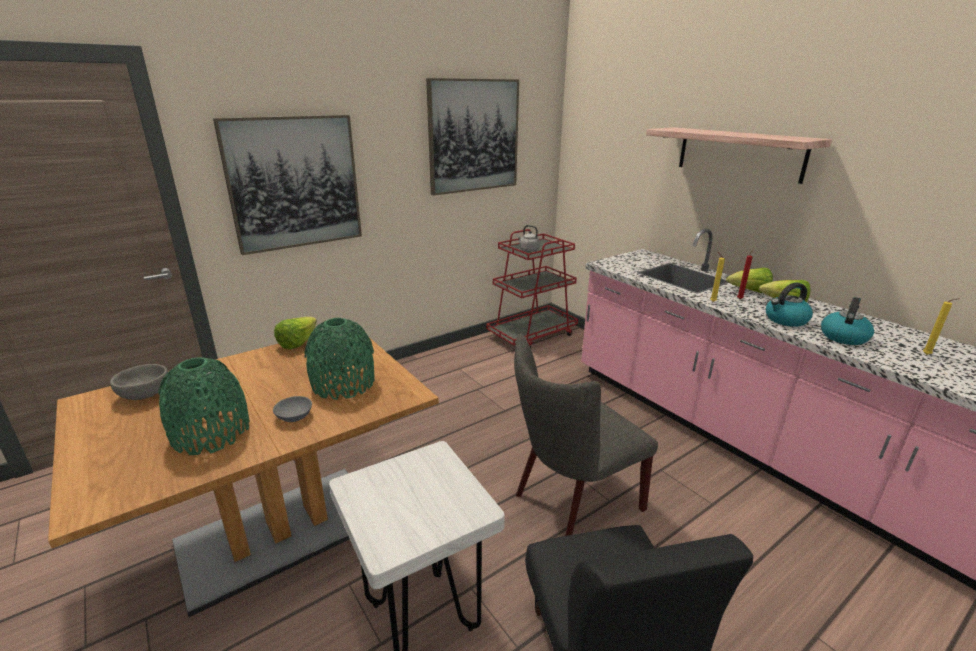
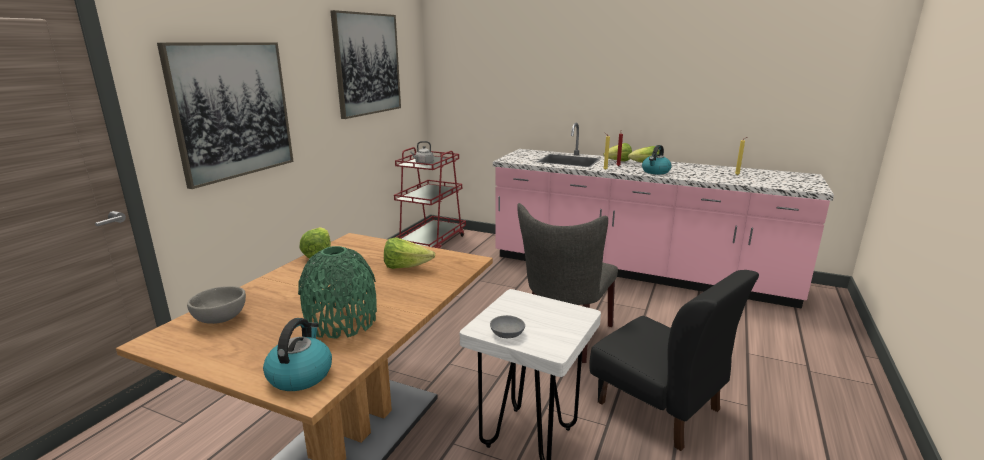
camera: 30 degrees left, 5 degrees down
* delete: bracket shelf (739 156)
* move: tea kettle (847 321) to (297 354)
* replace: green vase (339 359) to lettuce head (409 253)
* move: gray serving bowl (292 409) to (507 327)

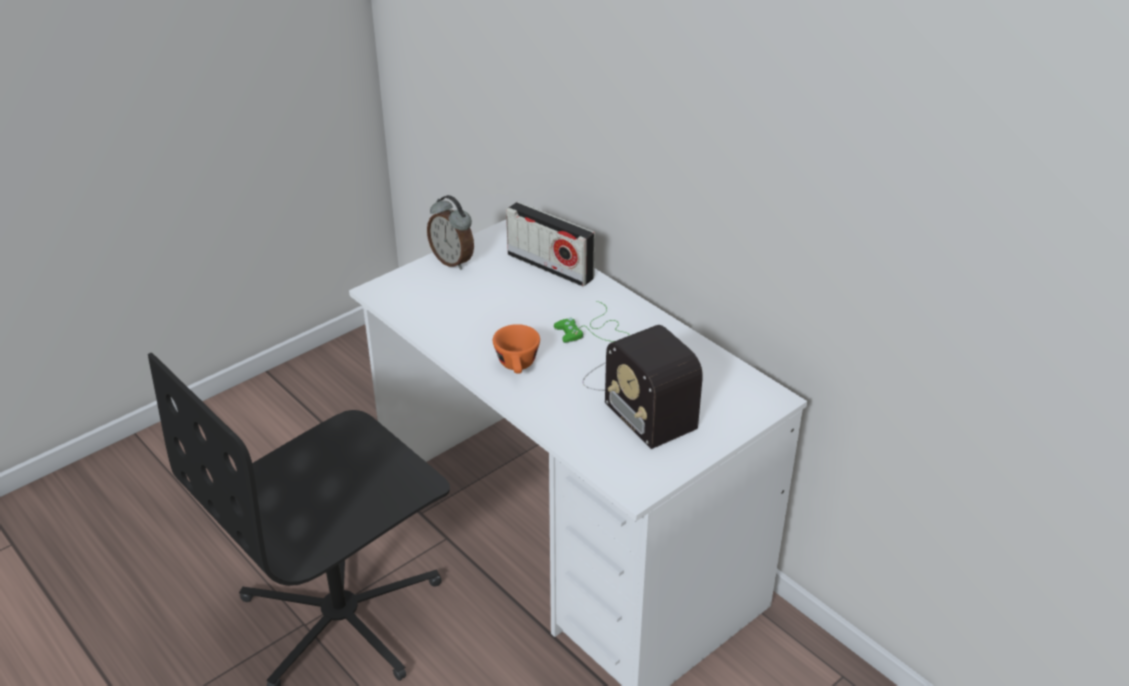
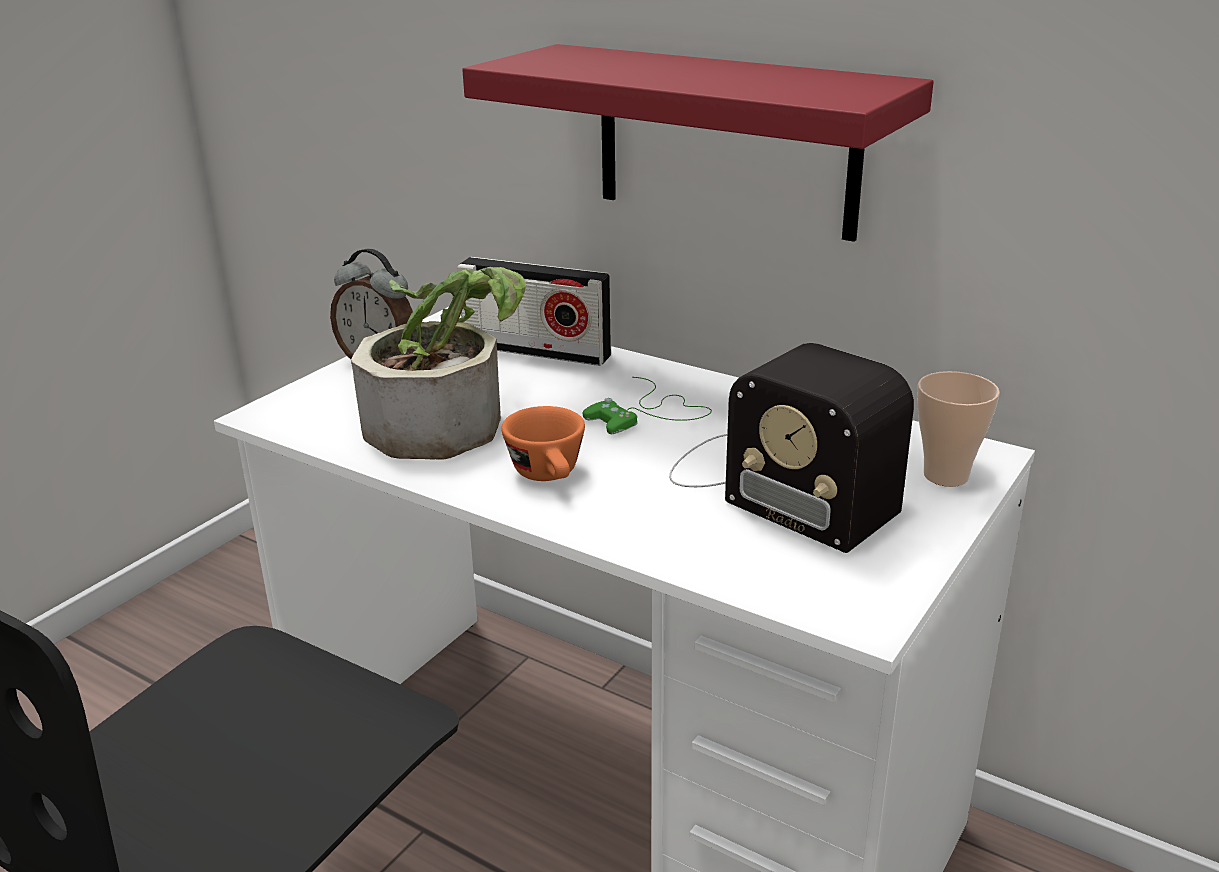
camera: 15 degrees left, 10 degrees down
* insert: reddish bracket shelf (698 143)
* insert: potted plant (438 363)
* insert: small cup (958 429)

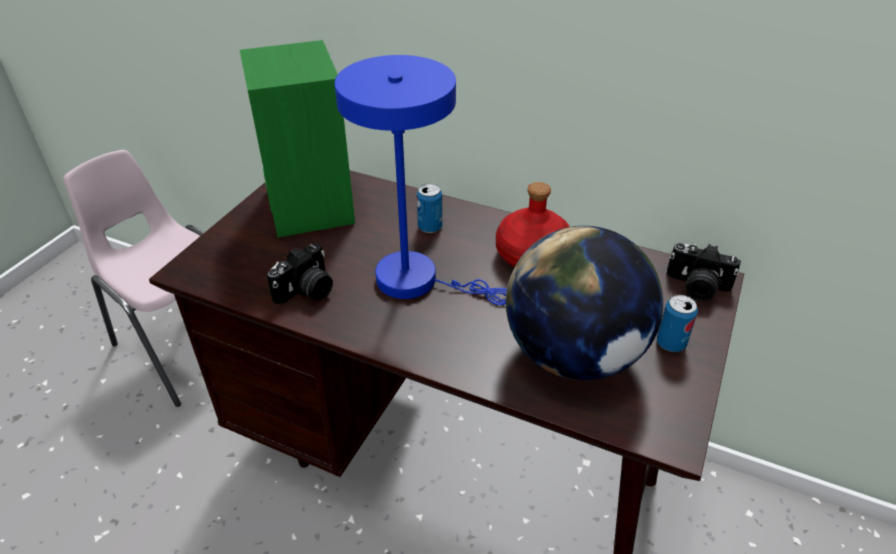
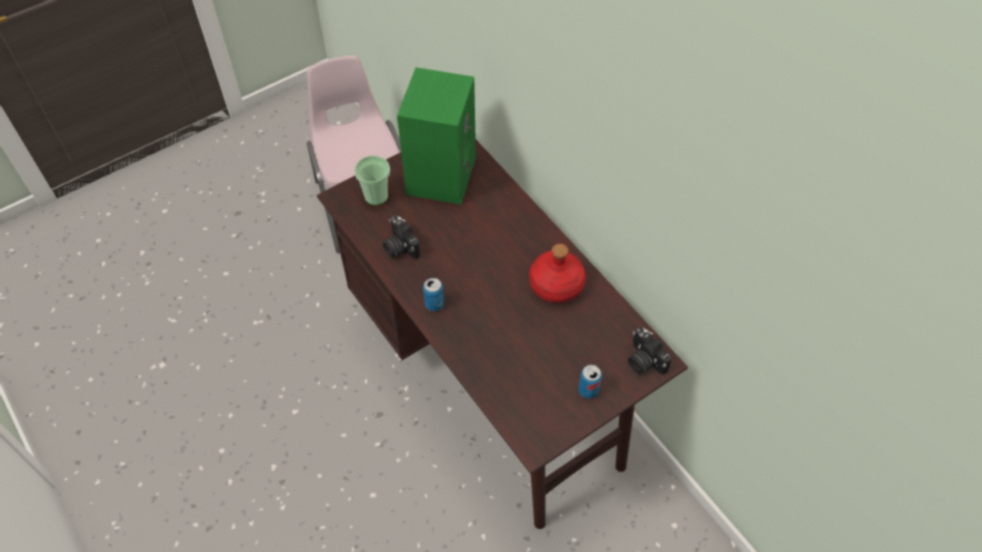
camera: 30 degrees right, 15 degrees up
* delete: bluish tabletop lamp (421 180)
* move: can (429 208) to (433 294)
* delete: globe (584 303)
* rotate: still camera (300 274) = (401 237) 75 degrees clockwise
* insert: small cup (372 180)

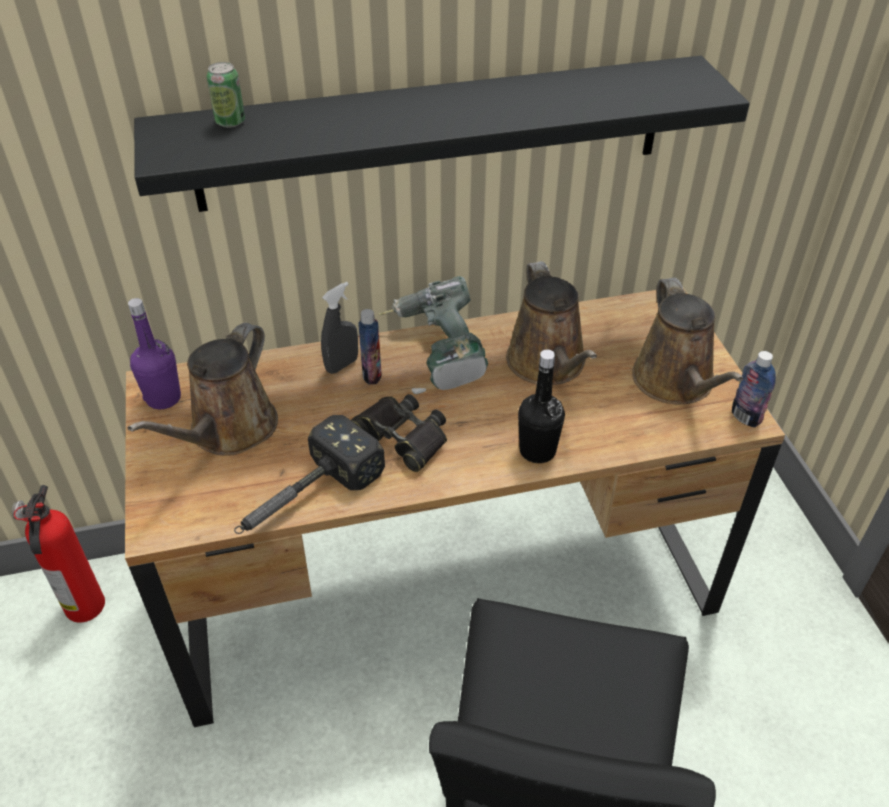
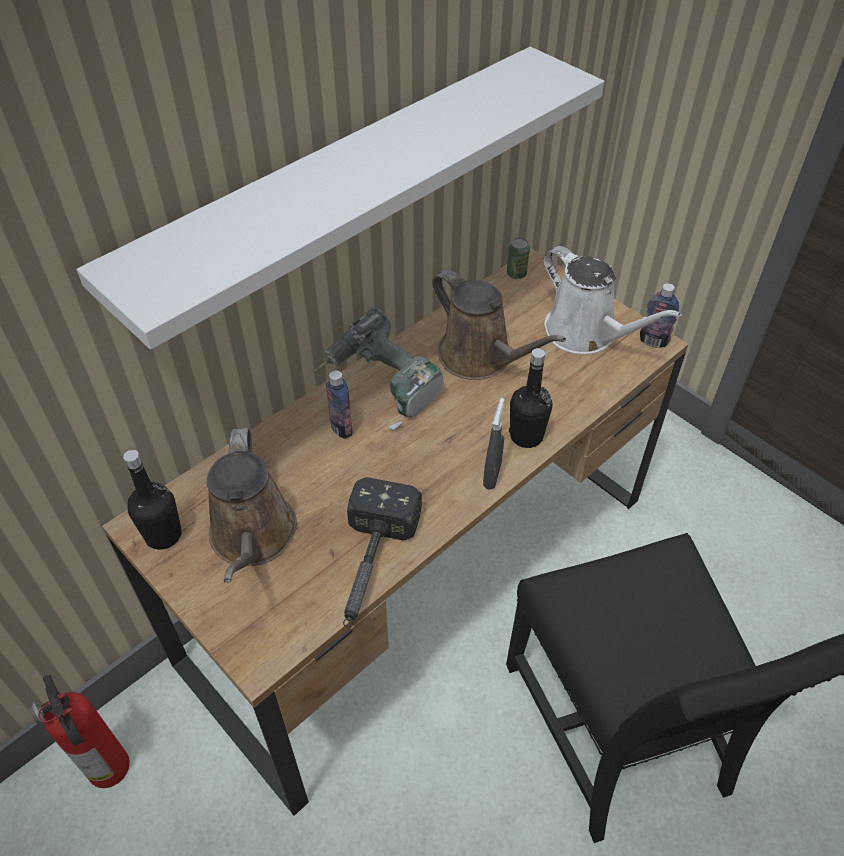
camera: 30 degrees left, 5 degrees up
* recolor: black bracket shelf (442 134) to whitish bracket shelf (340 198)
* move: can (226 95) to (518 258)
* recolor: brown-coloured watering pot (688 340) to whitish watering pot (613 300)
* move: gray hand sprayer (339 328) to (493 443)
* recolor: purple-coloured beverage bottle (154 353) to black beverage bottle (152 500)
* delete: black binoculars (399 433)

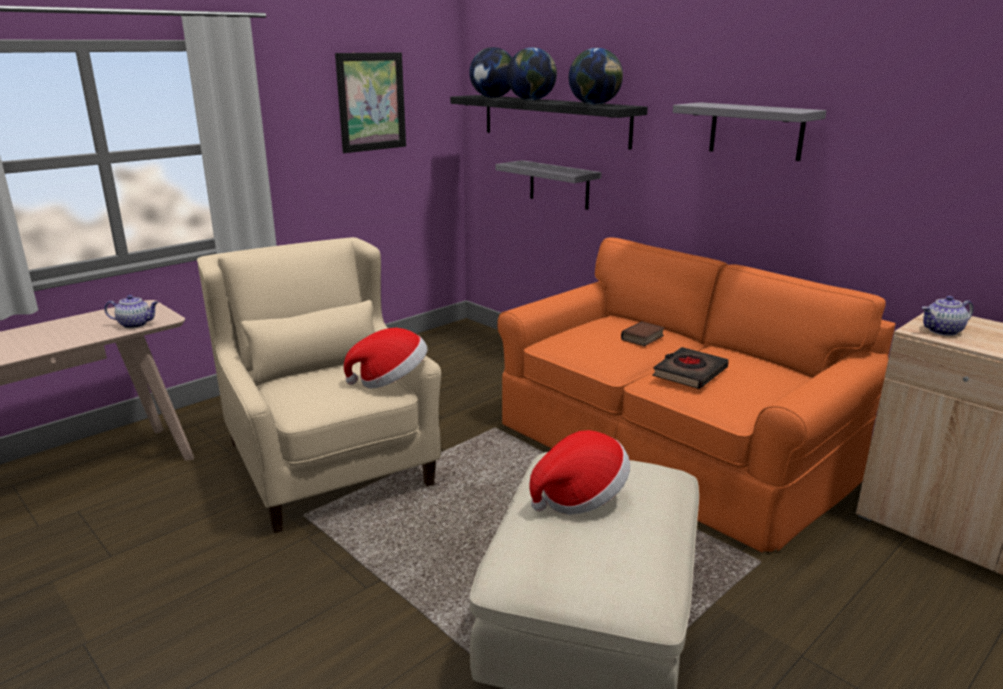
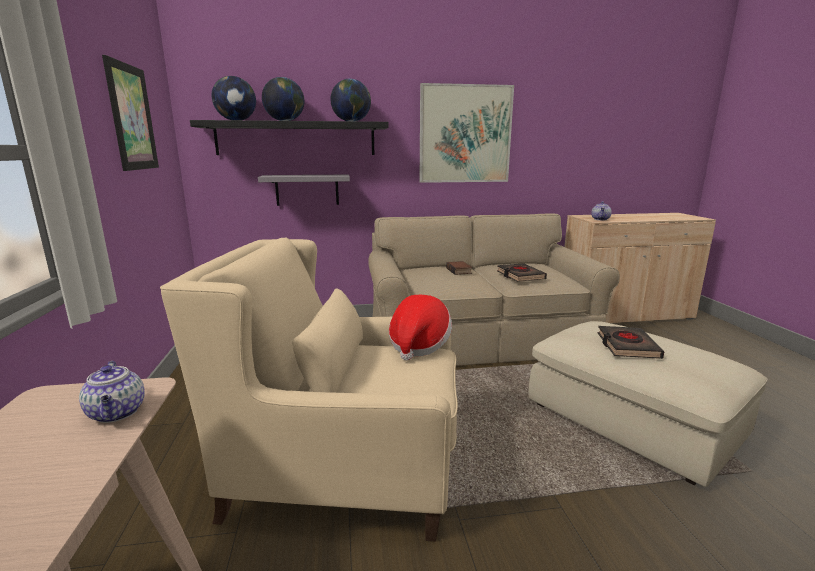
camera: 55 degrees left, 5 degrees down
* replace: gray bracket shelf (749 131) to wall art (466 133)
* recolor: orange couch (696 395) to sand-coloured couch (494 290)
* rotate: pot for tea (131 311) = (112 392) 120 degrees clockwise
* replace: wearable hat (579 472) to black bound book (631 342)

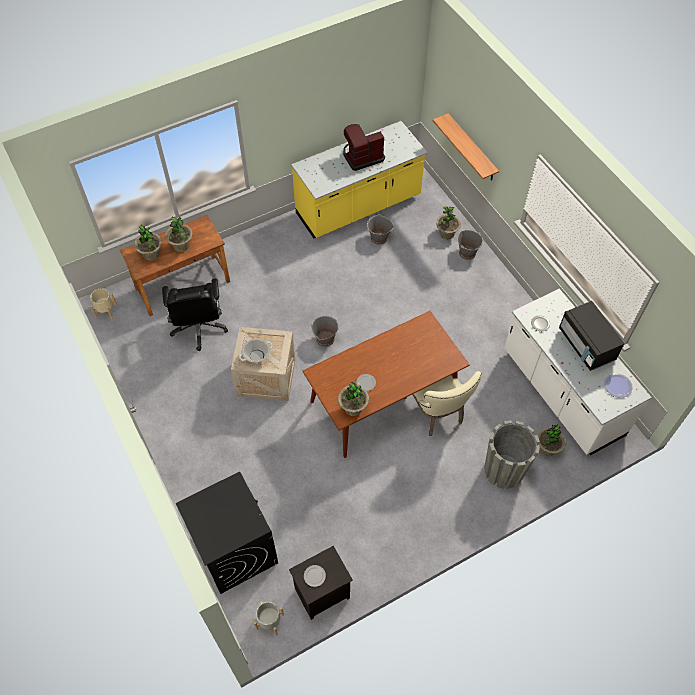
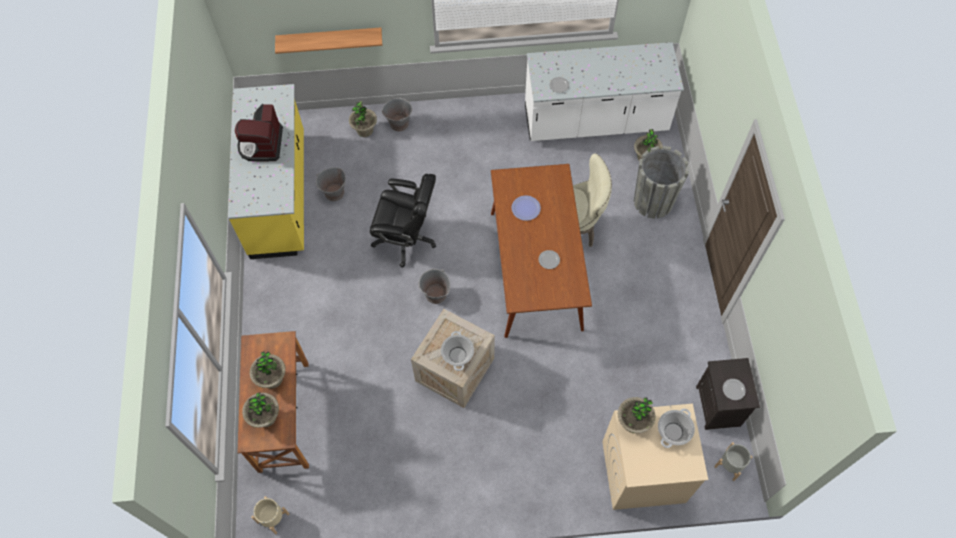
camera: 65 degrees left, 5 degrees up
* move: black office chair (195 315) to (403 220)
* delete: black microwave oven (591 336)
* move: dinner plate (618 385) to (526 208)
* move: potted plant (353 399) to (637 415)
* recolor: black laundry machine (227 533) to sand-coloured laundry machine (655 457)
* insert: stockpot (676 428)

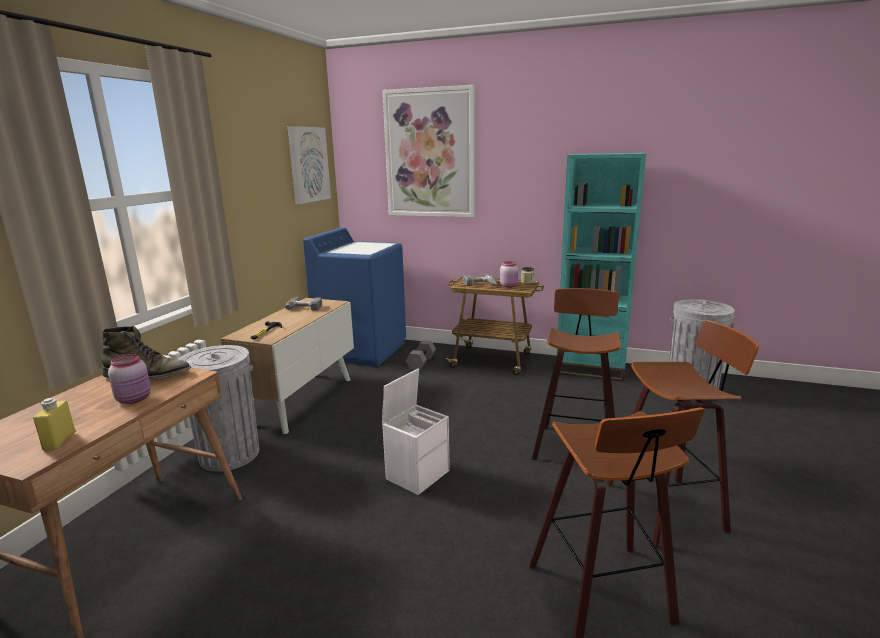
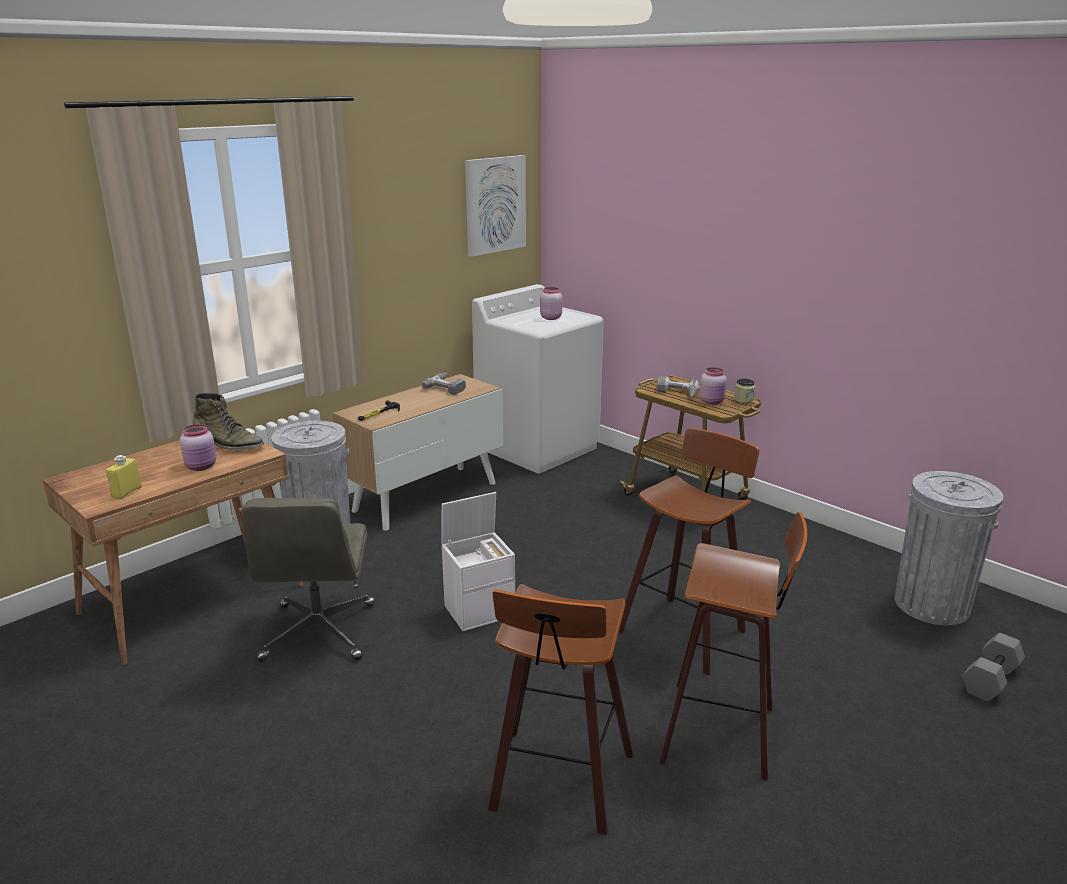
camera: 25 degrees right, 5 degrees up
* delete: wall art (429 151)
* delete: turquoise-coloured shelving unit (601 267)
* recolor: bluish laundry machine (354 297) to whitish laundry machine (538 378)
* move: gray dumbbell (421 355) to (993 667)
* insert: pinkish storage jar (551 303)
* insert: gray office chair (308 580)

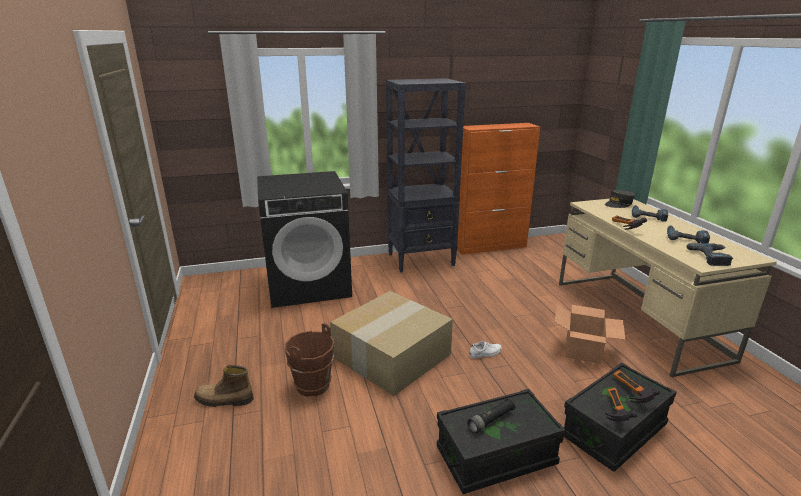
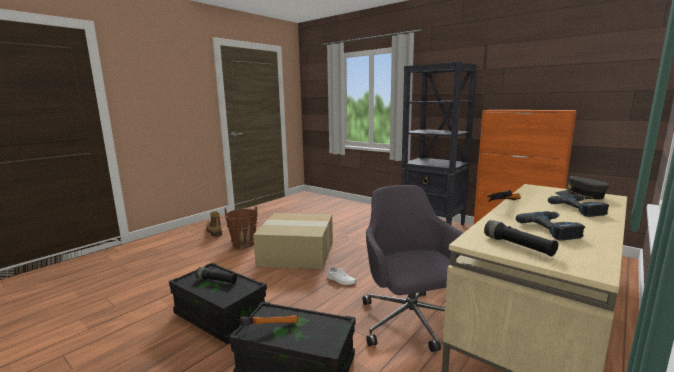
camera: 55 degrees right, 10 degrees down
* delete: black laundry machine (304 239)
* replace: drill (710 254) to black flashlight (521 238)
* replace: cardboard box (589 334) to gray office chair (413 268)
* delete: tool hammer (636 386)

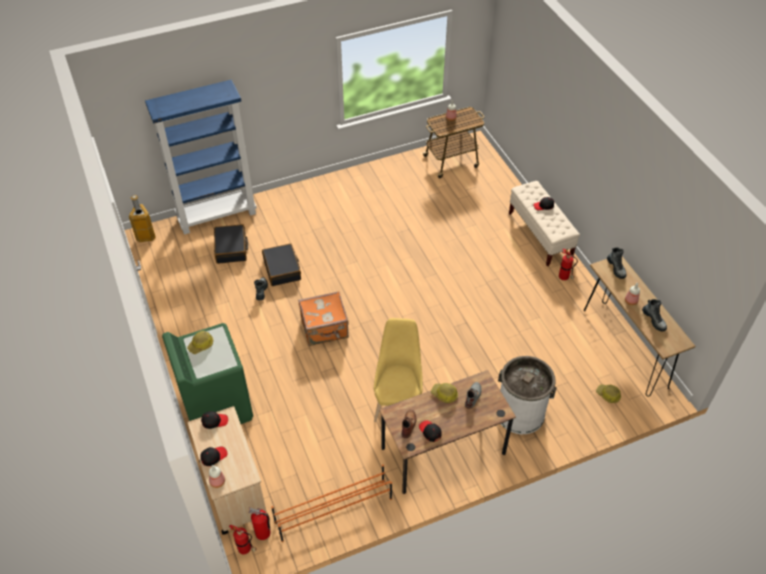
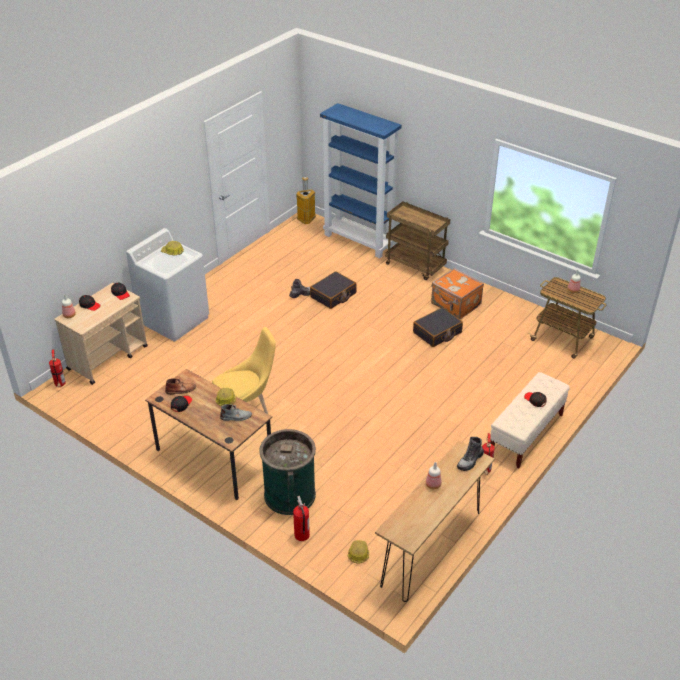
camera: 60 degrees right, 10 degrees down
* move: black travel case (231 244) to (438 327)
* move: orange travel case (323 318) to (457 293)
* delete: boot (654 315)
* recolor: green laundry machine (207 373) to whitish laundry machine (167 284)
* recolor: whitish trash can (527 395) to green trash can (287 472)
* delete: orange shoe shelf (331 503)
* move: extinguisher (260 524) to (301 518)
* insert: brown-coloured cart (417 240)

